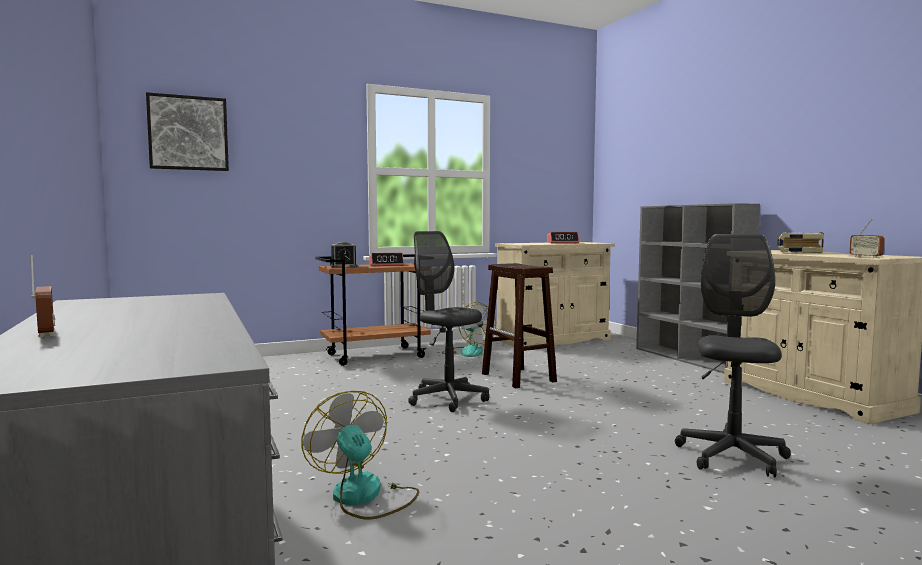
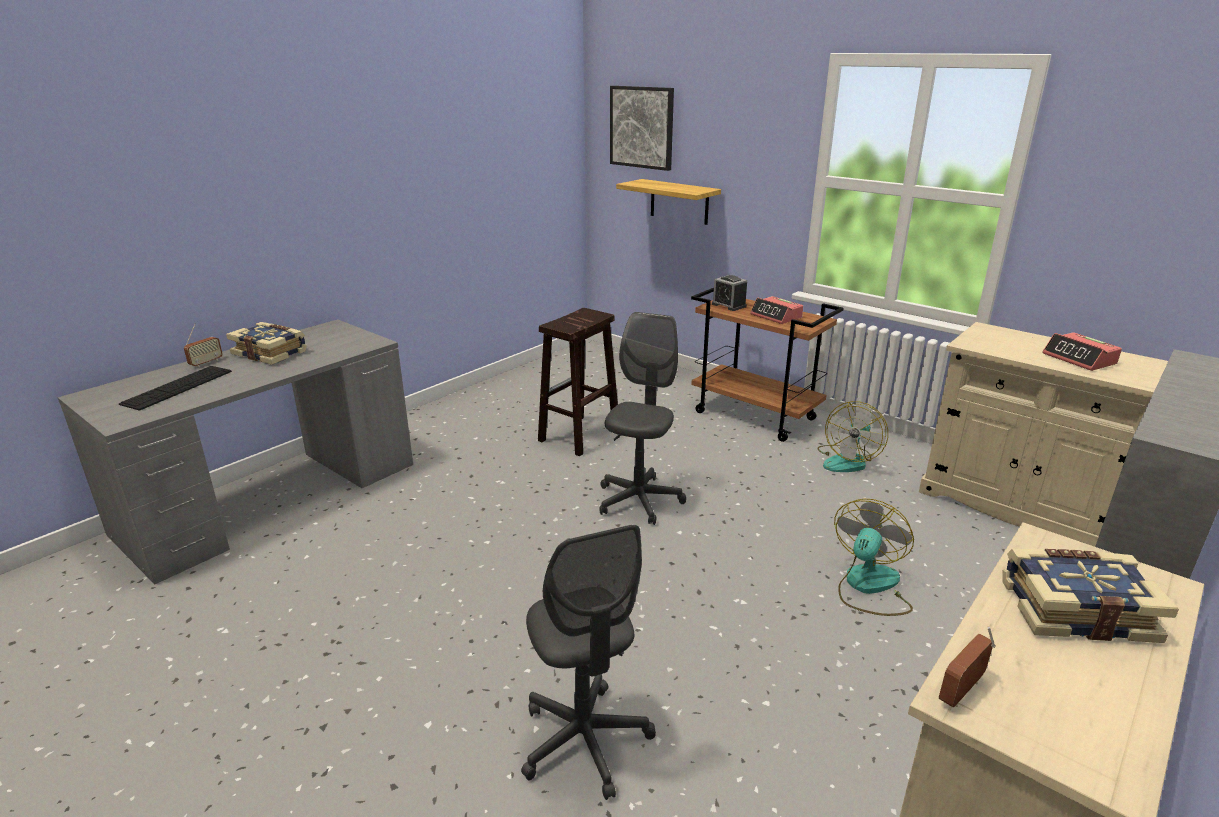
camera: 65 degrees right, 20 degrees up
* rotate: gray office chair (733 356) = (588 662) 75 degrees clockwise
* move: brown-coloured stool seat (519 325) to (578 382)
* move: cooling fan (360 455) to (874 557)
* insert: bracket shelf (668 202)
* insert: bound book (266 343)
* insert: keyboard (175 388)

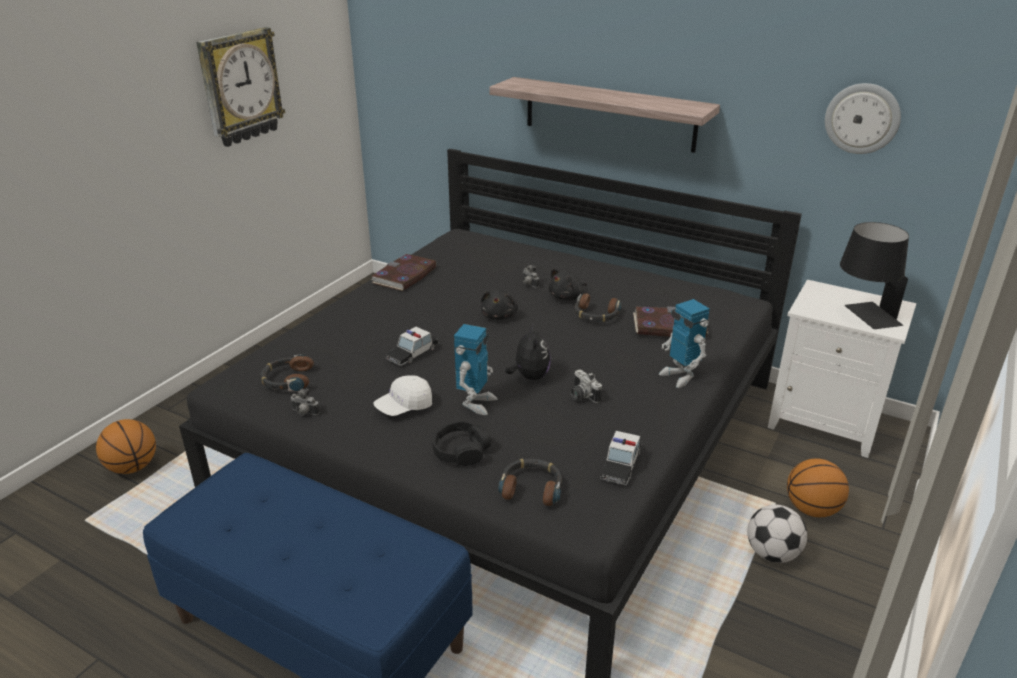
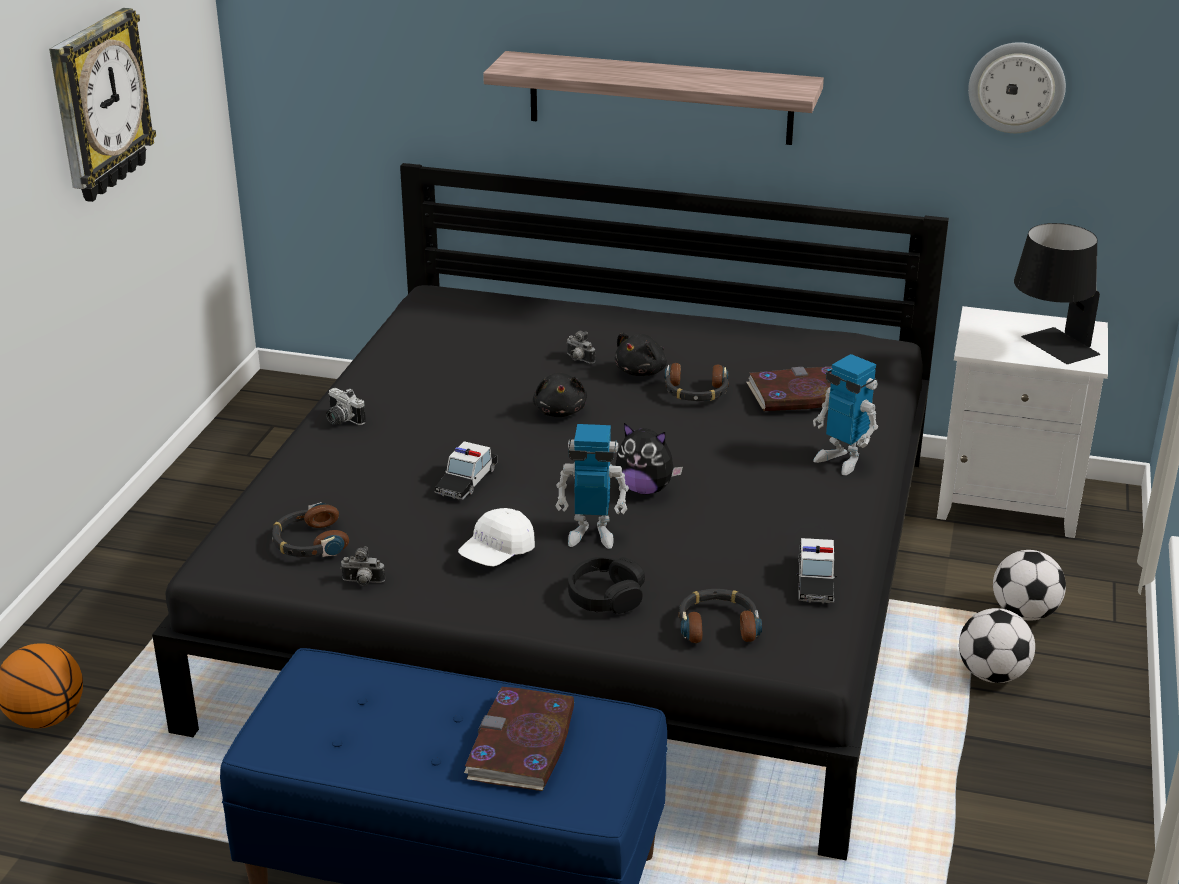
camera: 15 degrees left, 0 degrees up
* move: bound book (403 272) to (519 739)
* rotate: soft toy (528 351) = (649 458) 135 degrees clockwise
* rotate: toy robot (475 369) = (592 486) 90 degrees clockwise
* move: still camera (586 386) to (346 406)
* replace: ball for basketball (818 487) to ball for football (1029 585)

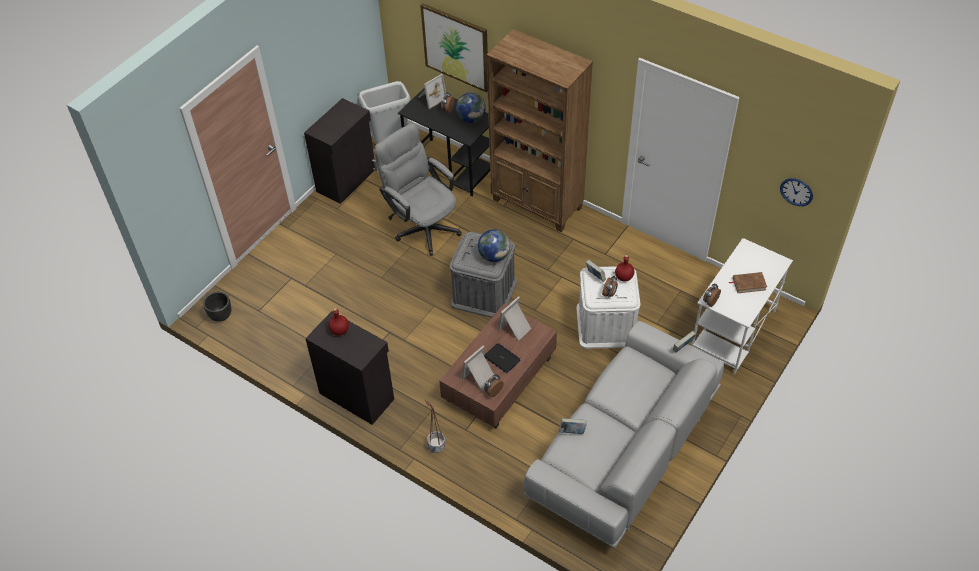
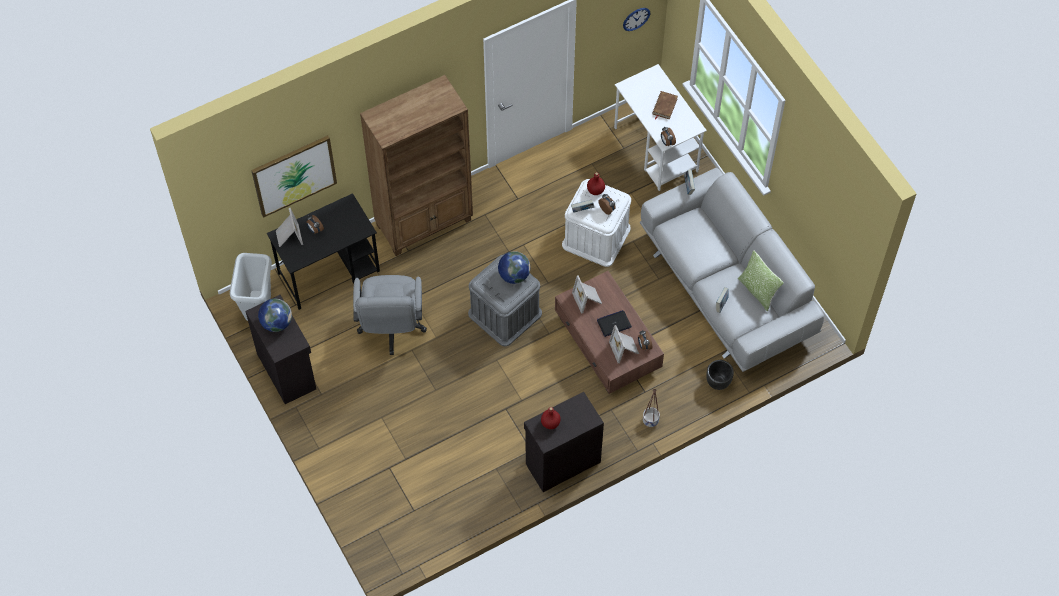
camera: 65 degrees left, 10 degrees up
* move: globe (471 108) to (275 315)
* rotate: gray office chair (418 189) = (390 315) 75 degrees counterclockwise
* move: black flower pot (217 307) to (720 375)
* insert: throw pillow (761 280)

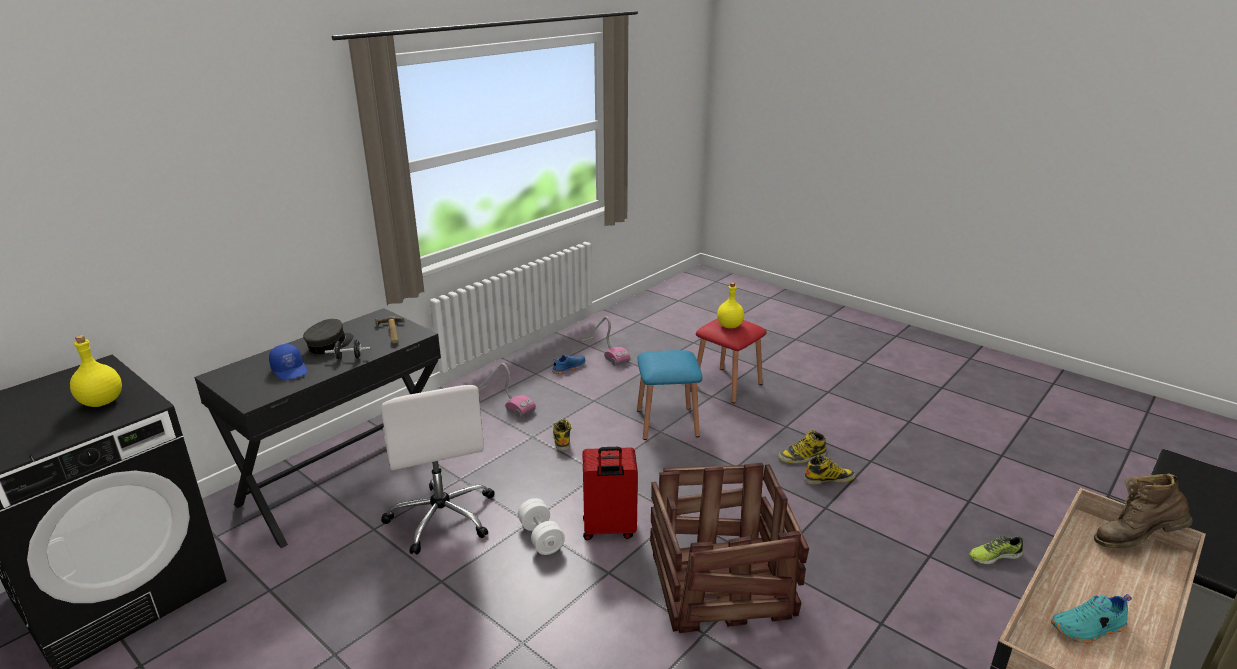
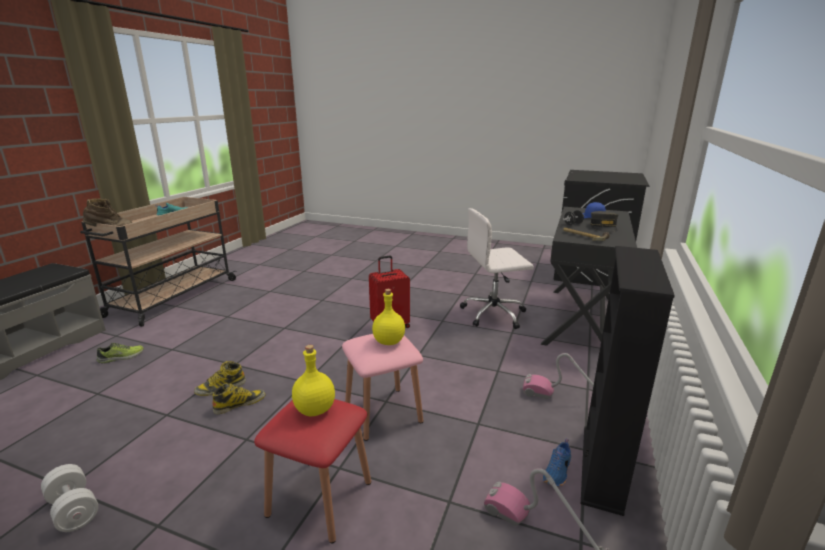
camera: 160 degrees right, 5 degrees down
* move: yellow-coloured beverage bottle (96 371) to (388 317)
* recolor: bluish stool seat (669 395) to pinkish stool seat (382 387)
* rotate: whitish office chair (438 470) = (497 268) 60 degrees counterclockwise
* delete: boot (562 435)
* delete: shipping crate (729 547)
* move: whitish dumbbell (541 526) to (69 498)
* insert: black shelving unit (628 381)

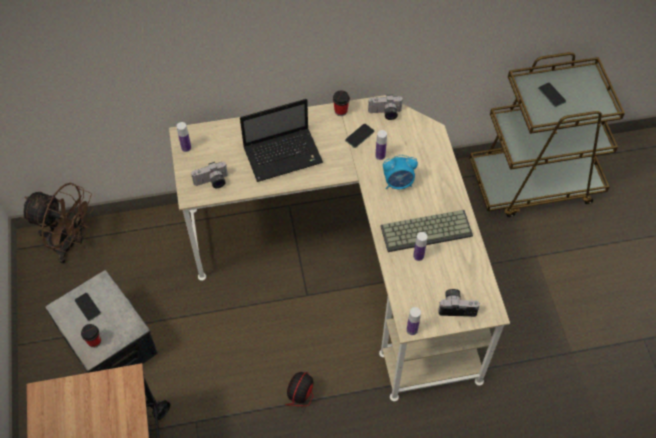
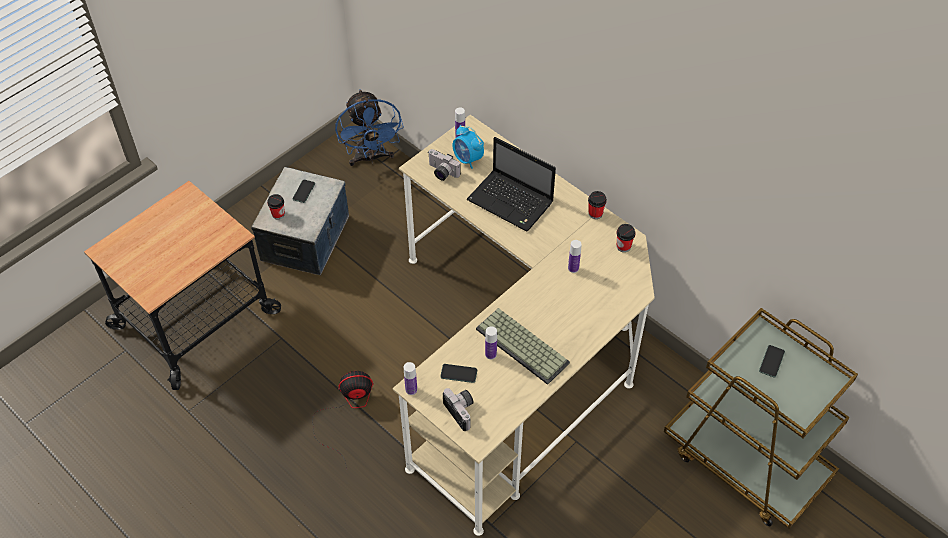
camera: 55 degrees right, 5 degrees down
* replace: still camera (386 107) to small cup (625 238)
* move: telephone (360 136) to (458 373)
* move: table clock (400 172) to (468 147)
* recolor: brown-coloured cooling fan (57 223) to bluish cooling fan (369 127)

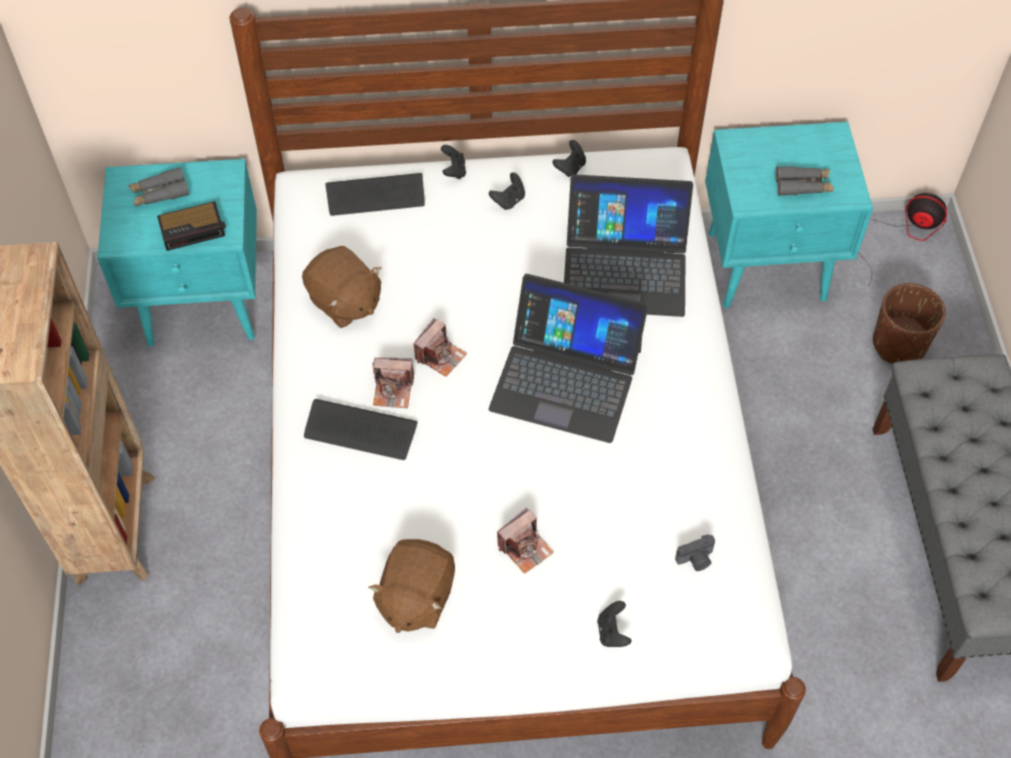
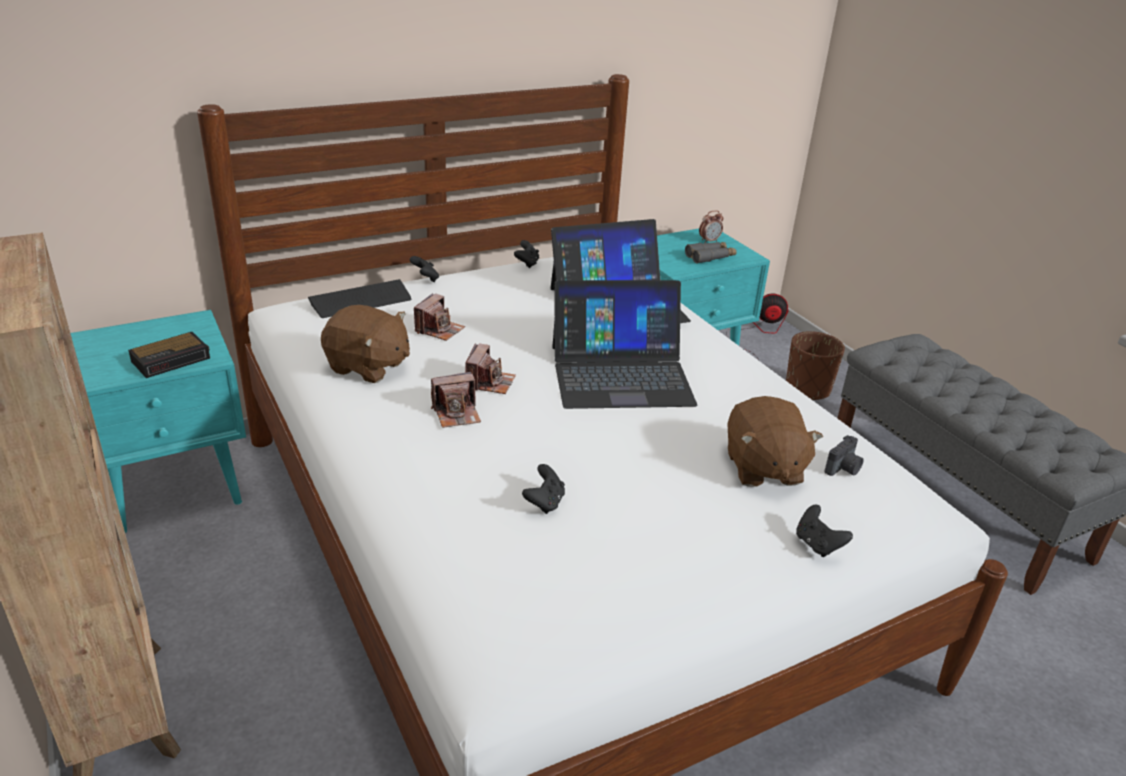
camera: 25 degrees left, 25 degrees down
* delete: gray binoculars (159 186)
* move: black gamepad (507 191) to (543 489)
* delete: keyboard (361 429)
* move: still camera (525 541) to (439 317)
* move: brown-coloured soft toy (411 586) to (775 441)
* insert: table clock (711 226)

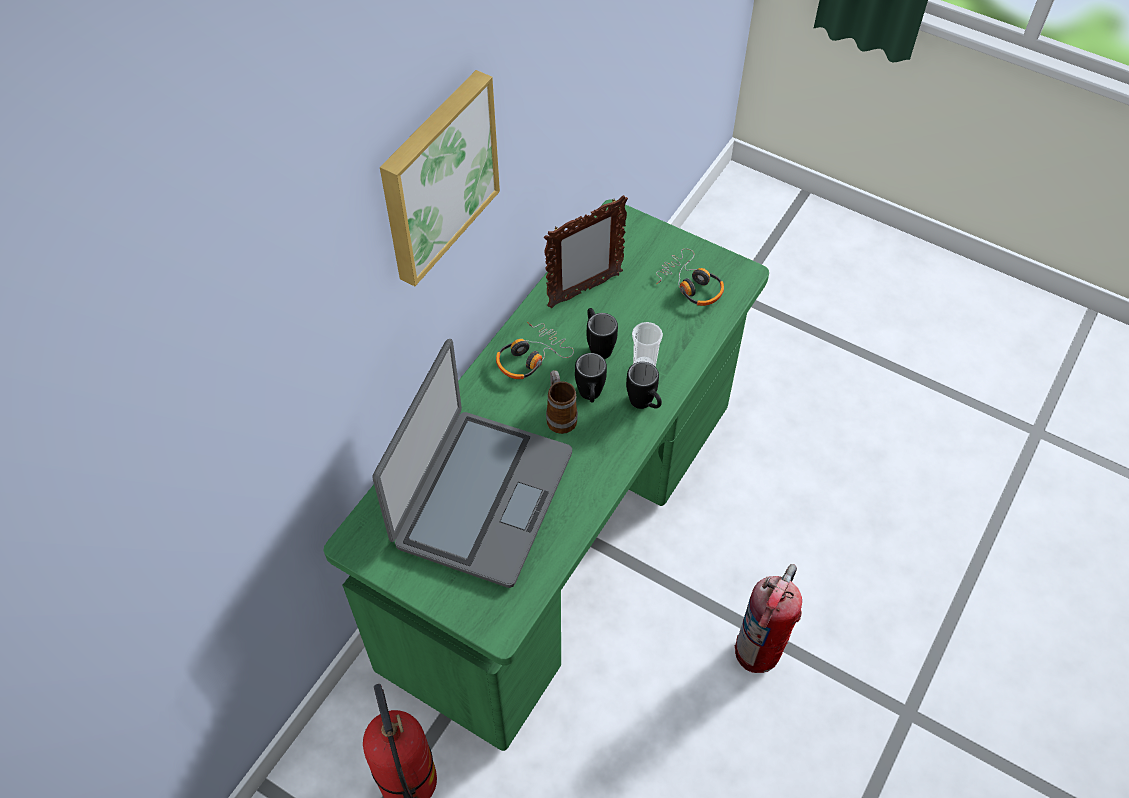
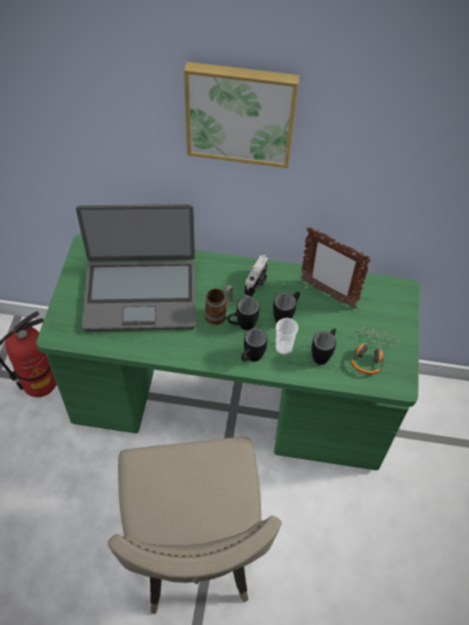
camera: 65 degrees right, 0 degrees up
* replace: pair of headphones (535 350) to still camera (256 276)
* replace: extinguisher (768 618) to sand-coloured plain chair (195 525)
* insert: black mug (323 346)

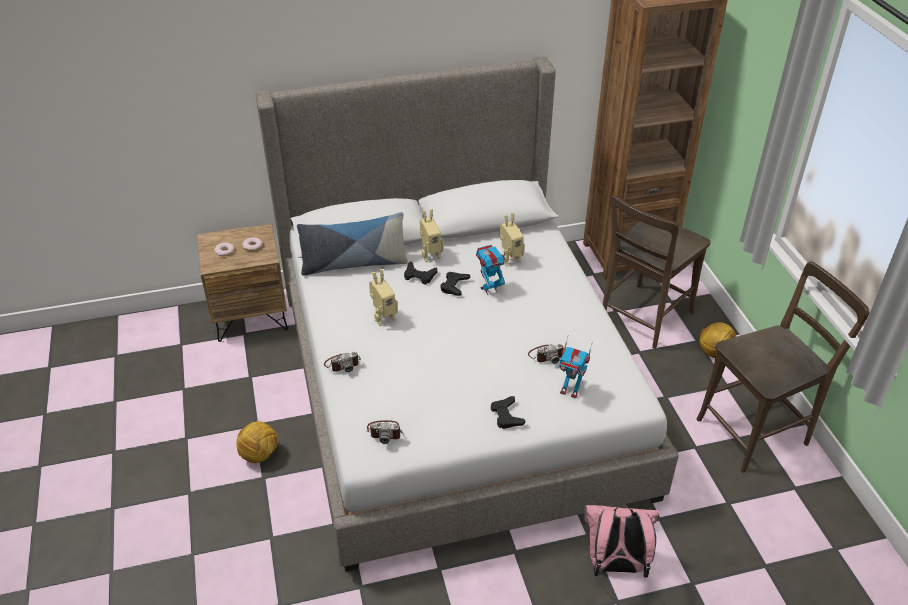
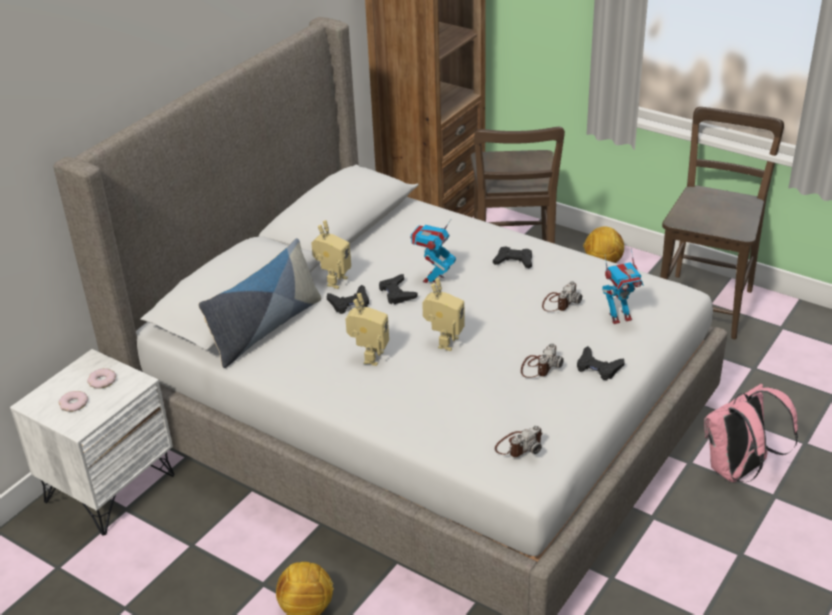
camera: 40 degrees left, 5 degrees down
* move: toy robot (512 240) to (443 314)
* recolor: brown-coloured bedside table (242 282) to whitish bedside table (92 442)
* move: still camera (342 362) to (542 360)
* insert: black gamepad (512 257)

